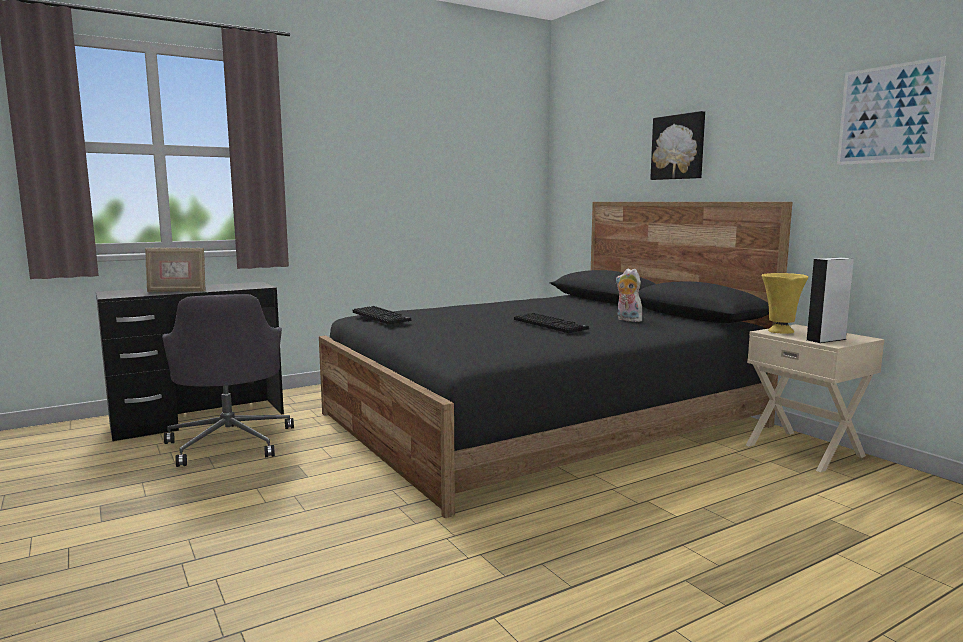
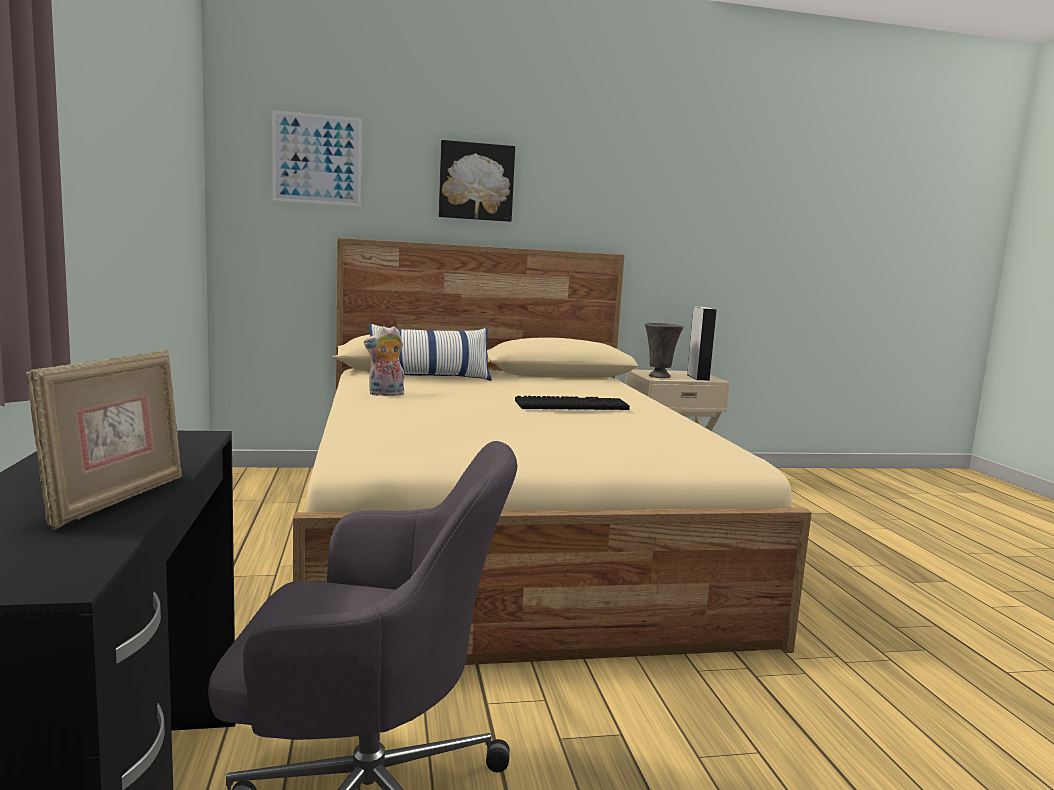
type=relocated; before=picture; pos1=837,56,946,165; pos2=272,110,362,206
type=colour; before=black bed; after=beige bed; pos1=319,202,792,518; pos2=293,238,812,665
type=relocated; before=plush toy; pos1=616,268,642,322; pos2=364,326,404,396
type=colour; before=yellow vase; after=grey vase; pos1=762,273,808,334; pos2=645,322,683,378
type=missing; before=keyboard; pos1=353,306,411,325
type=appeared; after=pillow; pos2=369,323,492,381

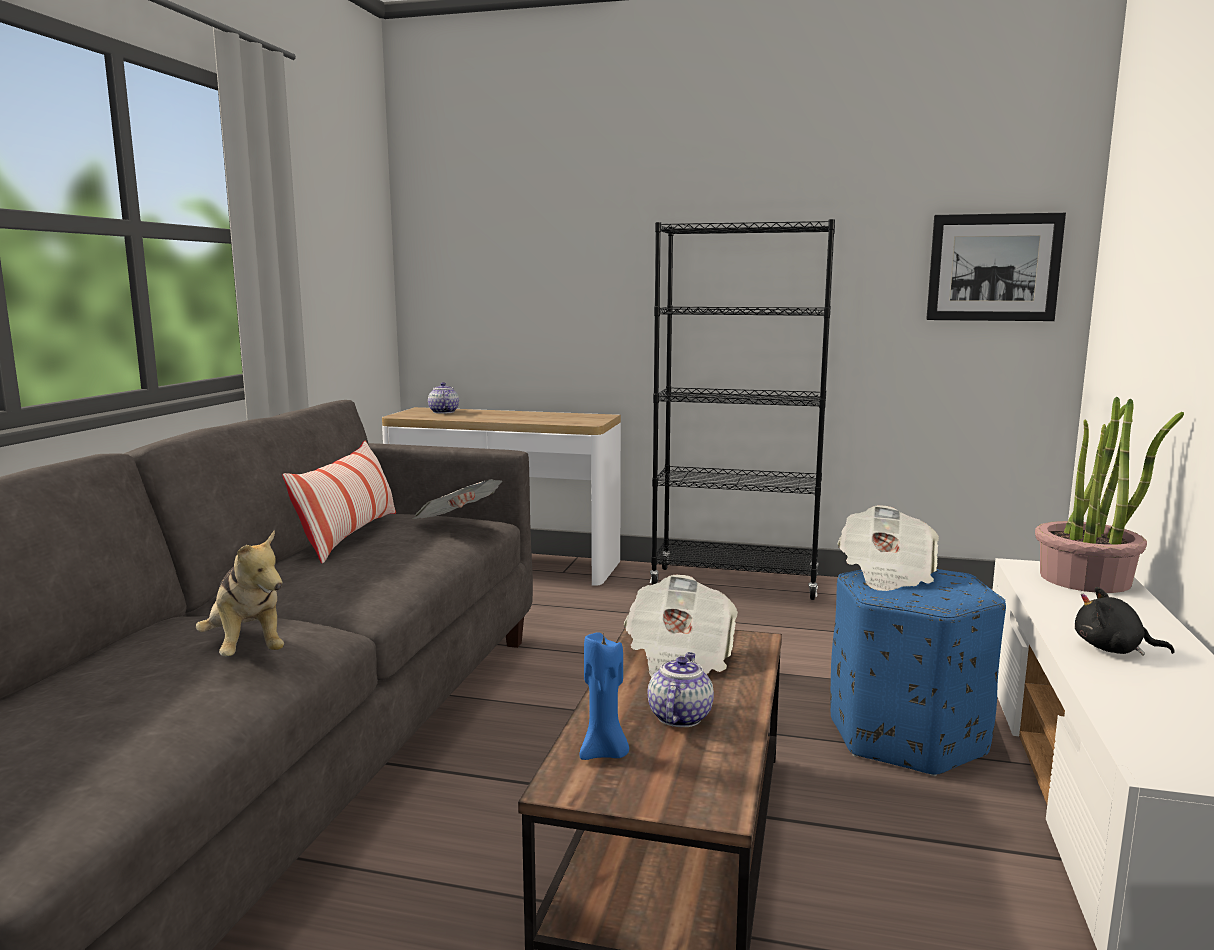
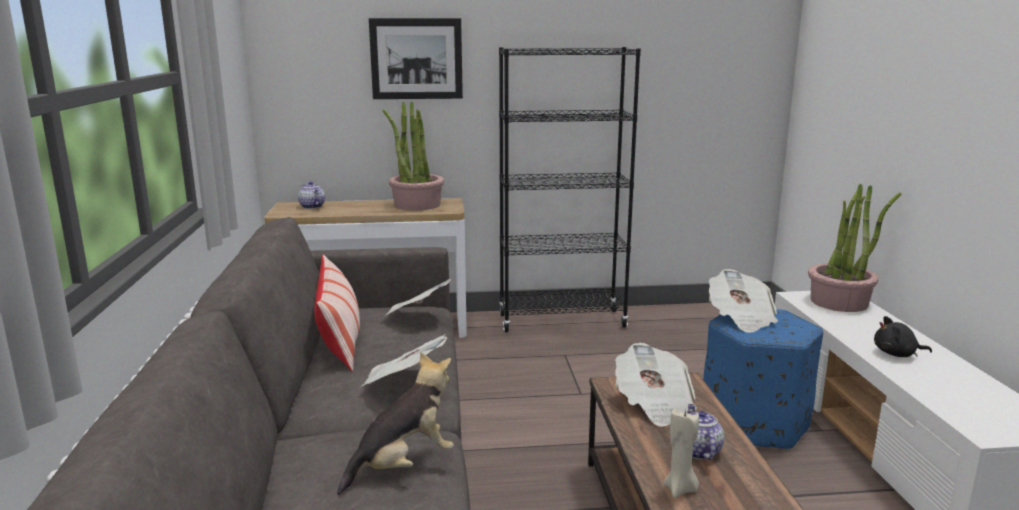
type=relocated; before=picture; pos1=926,213,1066,321; pos2=369,18,463,99
type=spun; before=plush toy; pos1=196,530,284,656; pos2=337,352,454,495; turn=-75
type=colour; before=blue candle; after=beige candle; pos1=580,632,629,760; pos2=664,409,699,498
type=appeared; after=potted plant; pos2=383,102,444,210
type=appeared; after=newspaper; pos2=362,334,447,386

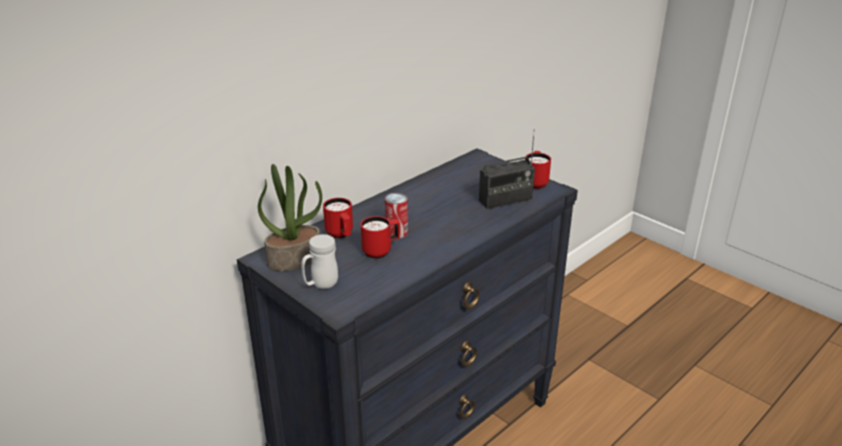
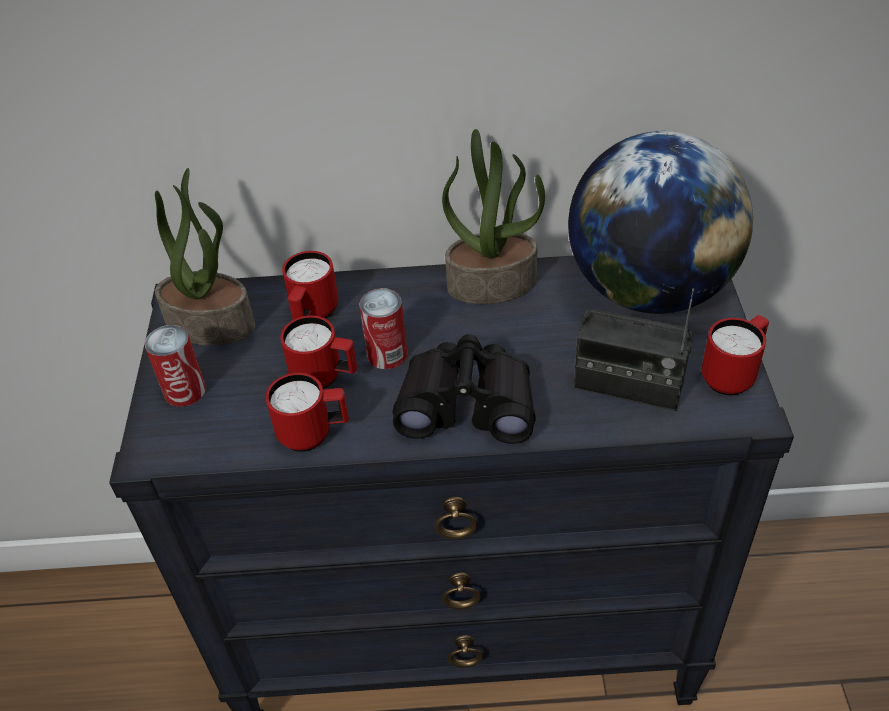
type=exchanged; before=white mug; after=can; pos1=301,234,338,289; pos2=145,325,206,407
type=appeared; after=potted plant; pos2=442,129,545,304
type=appeared; after=globe; pos2=568,131,753,314
type=appeared; after=black binoculars; pos2=393,334,536,444
type=appeared; after=red mug; pos2=265,373,349,452

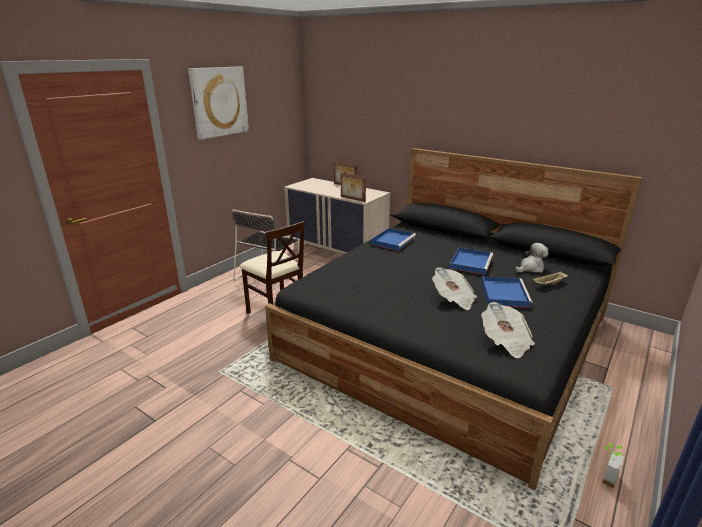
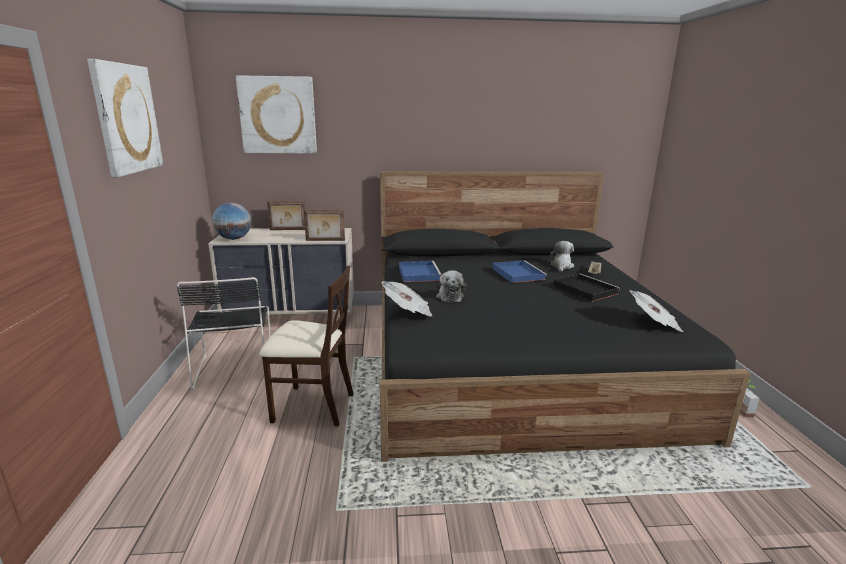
type=relocated; before=newspaper; pos1=432,267,477,310; pos2=382,281,432,316
type=colour; before=blue tray; after=black tray; pos1=482,276,533,308; pos2=553,274,620,302
type=appeared; after=picture; pos2=235,75,317,154
type=appeared; after=globe; pos2=212,203,251,240
type=appeared; after=plush toy; pos2=436,270,467,302

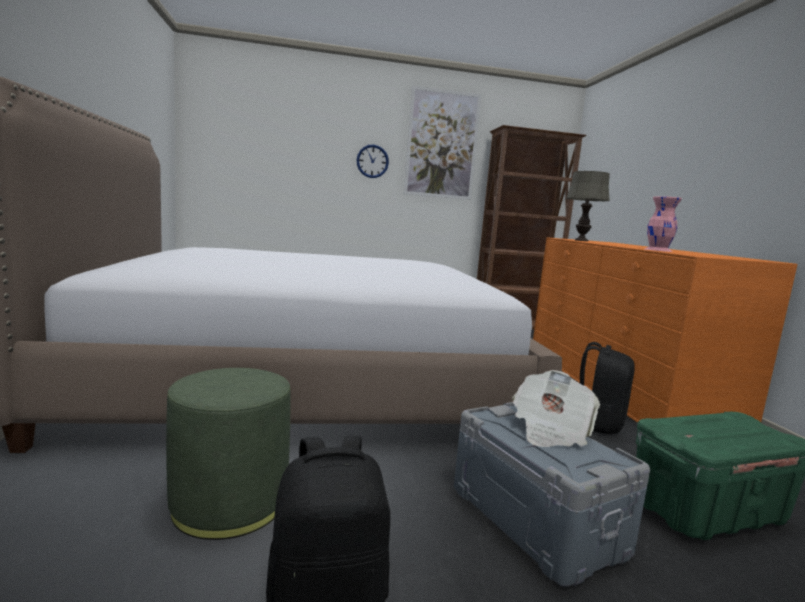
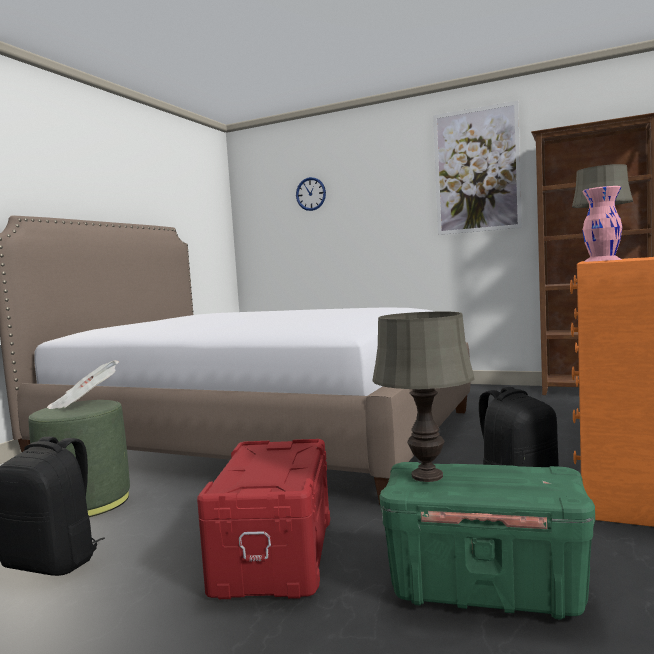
type=relocated; before=wall clock; pos1=357,145,389,178; pos2=296,177,326,211
type=relocated; before=newspaper; pos1=512,370,600,447; pos2=47,360,119,409
type=colour; before=grey storage box; after=red storage box; pos1=454,402,650,587; pos2=197,439,330,599
type=appeared; after=grey table lamp; pos2=372,311,474,482

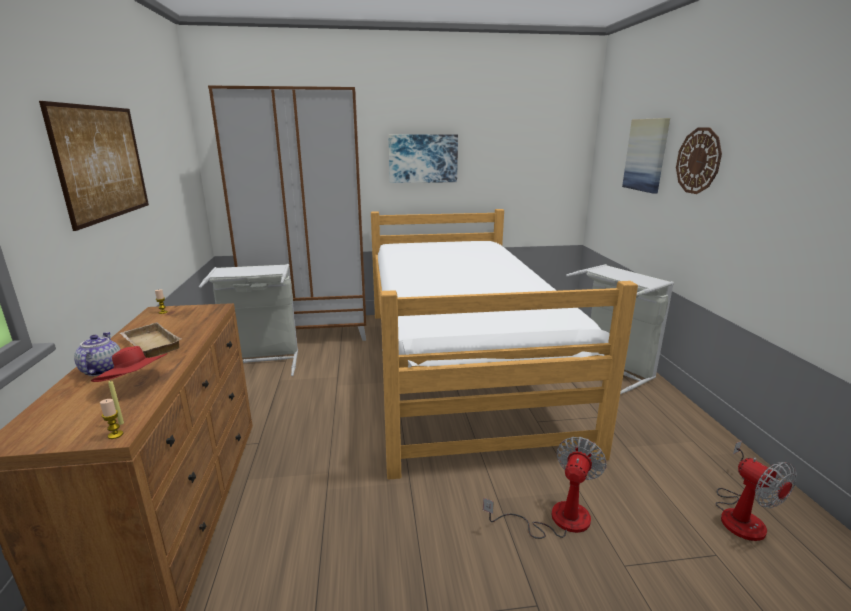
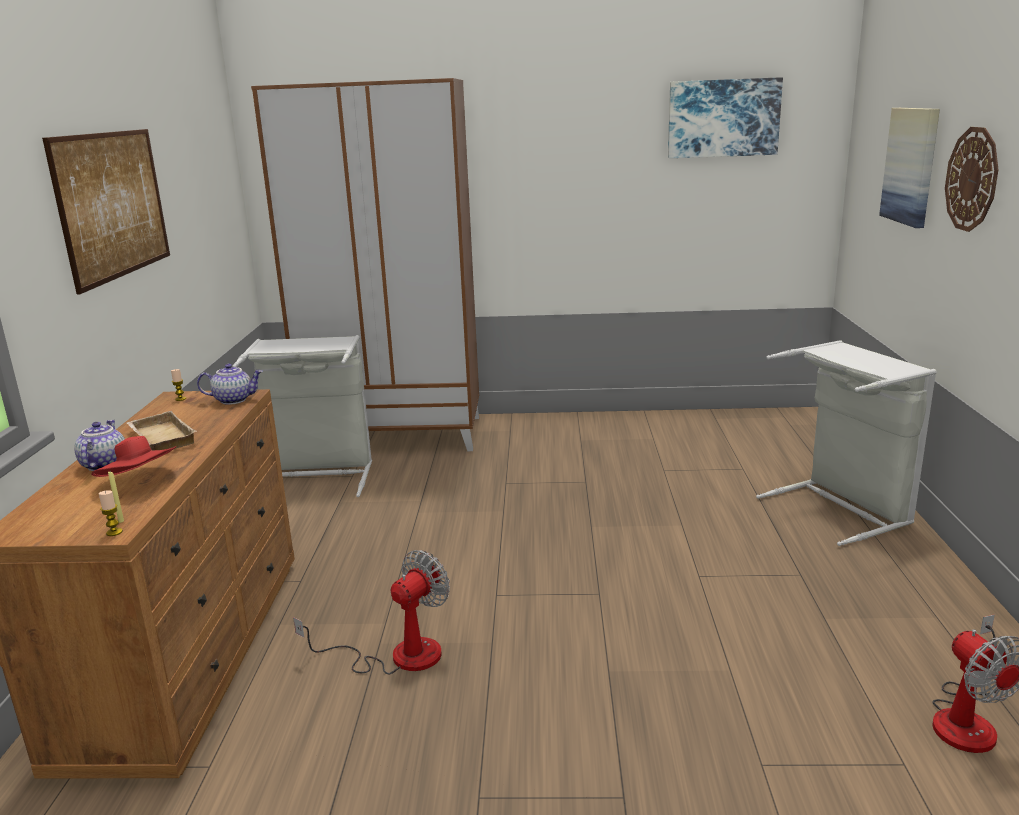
type=relocated; before=picture; pos1=388,134,458,183; pos2=668,77,783,158
type=missing; before=bed; pos1=371,209,638,480
type=relocated; before=fan; pos1=483,437,607,539; pos2=293,550,450,674
type=appeared; after=teapot; pos2=197,364,263,405

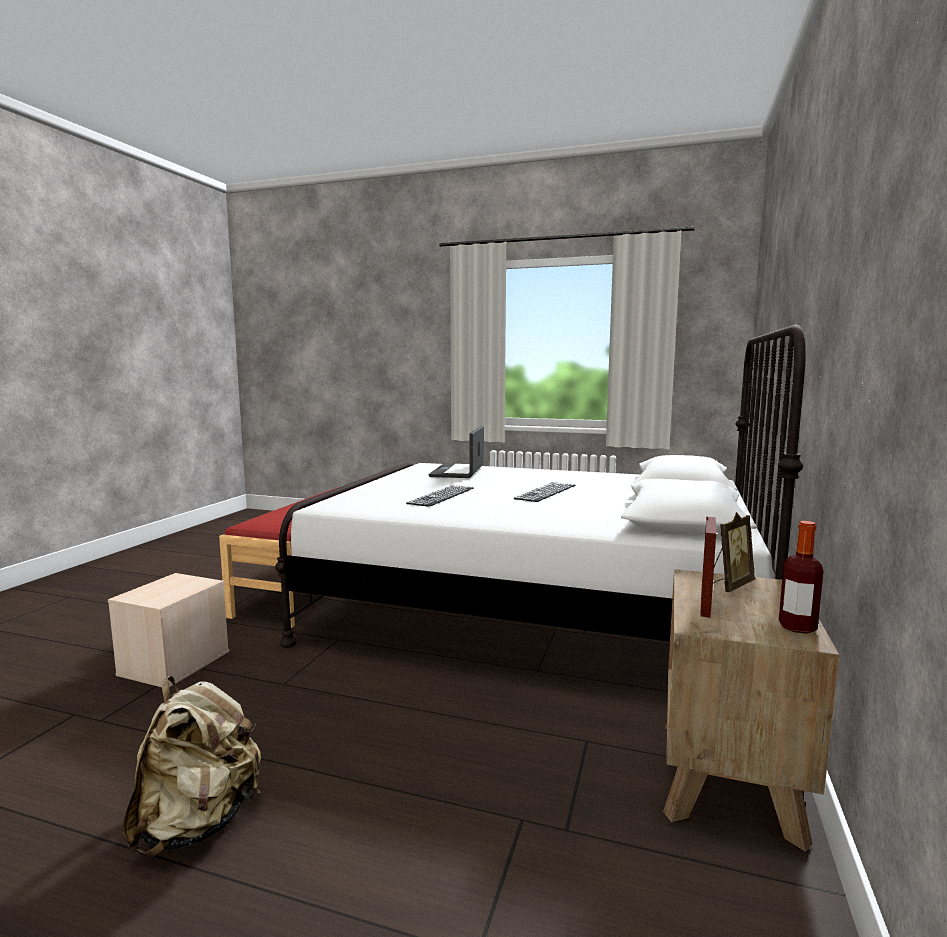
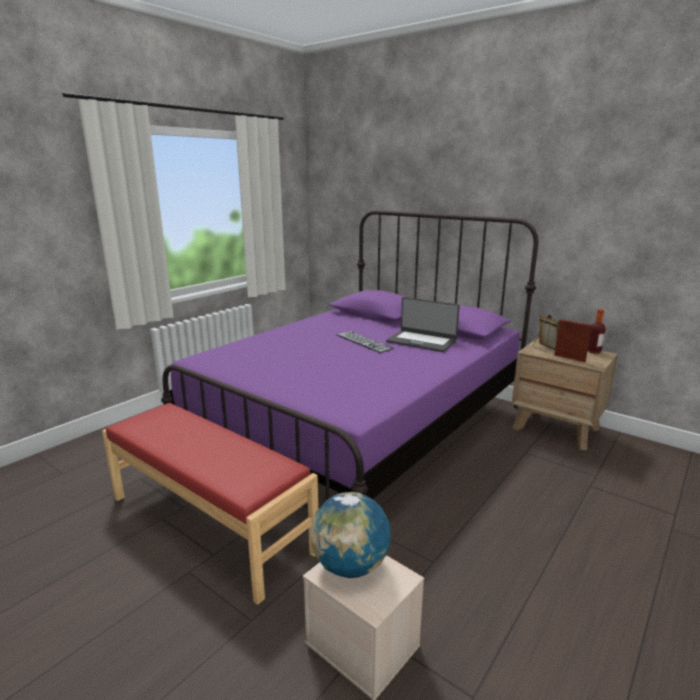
type=colour; before=white bed; after=purple bed; pos1=275,325,806,648; pos2=161,210,539,508
type=relocated; before=laptop; pos1=428,426,484,478; pos2=386,297,460,352
type=missing; before=keyboard; pos1=406,485,474,507
type=missing; before=beige backpack; pos1=122,676,261,857
type=appeared; after=globe; pos2=310,492,391,578

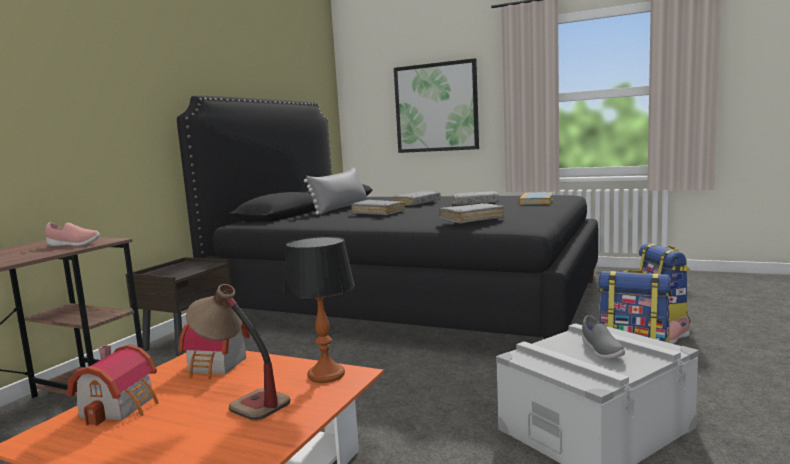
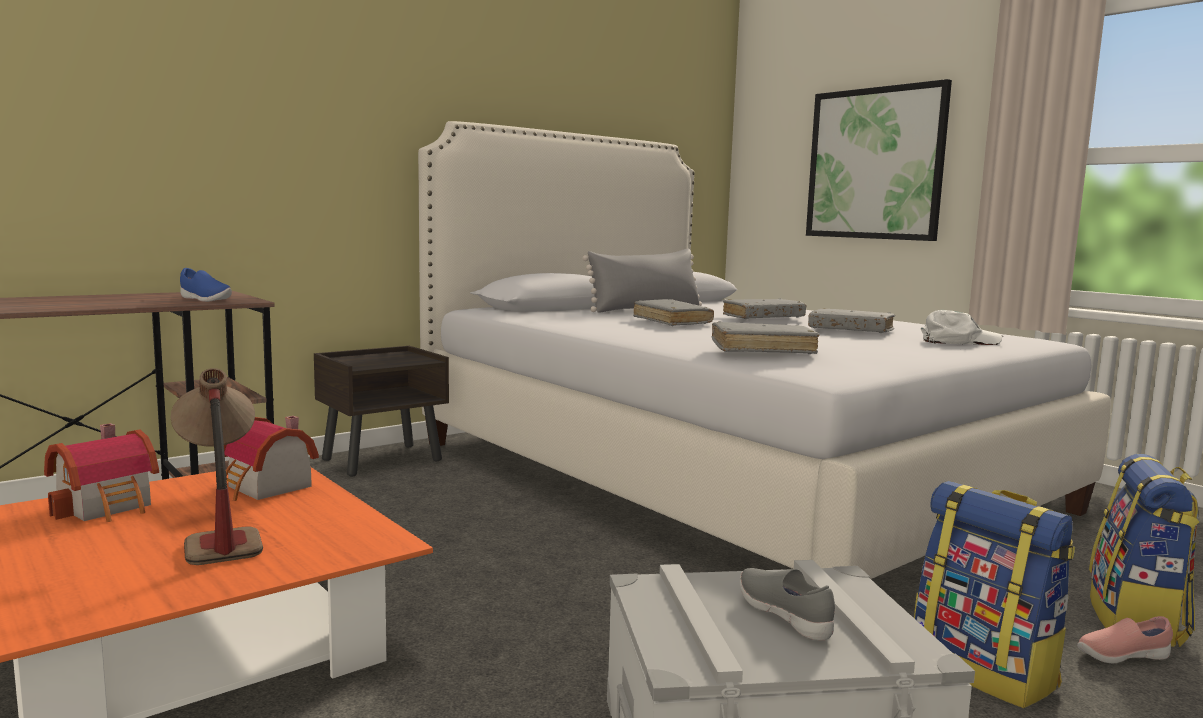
type=colour; before=black bed; after=white bed; pos1=177,96,598,339; pos2=418,121,1111,579
type=exchanged; before=book; after=white cap; pos1=519,192,553,205; pos2=921,310,1003,345
type=colour; before=pink shoe; after=blue shoe; pos1=45,222,100,246; pos2=180,268,232,302
type=missing; before=table lamp; pos1=283,236,355,383
type=spun; before=grey shoe; pos1=582,315,625,359; pos2=740,568,835,640; turn=135

